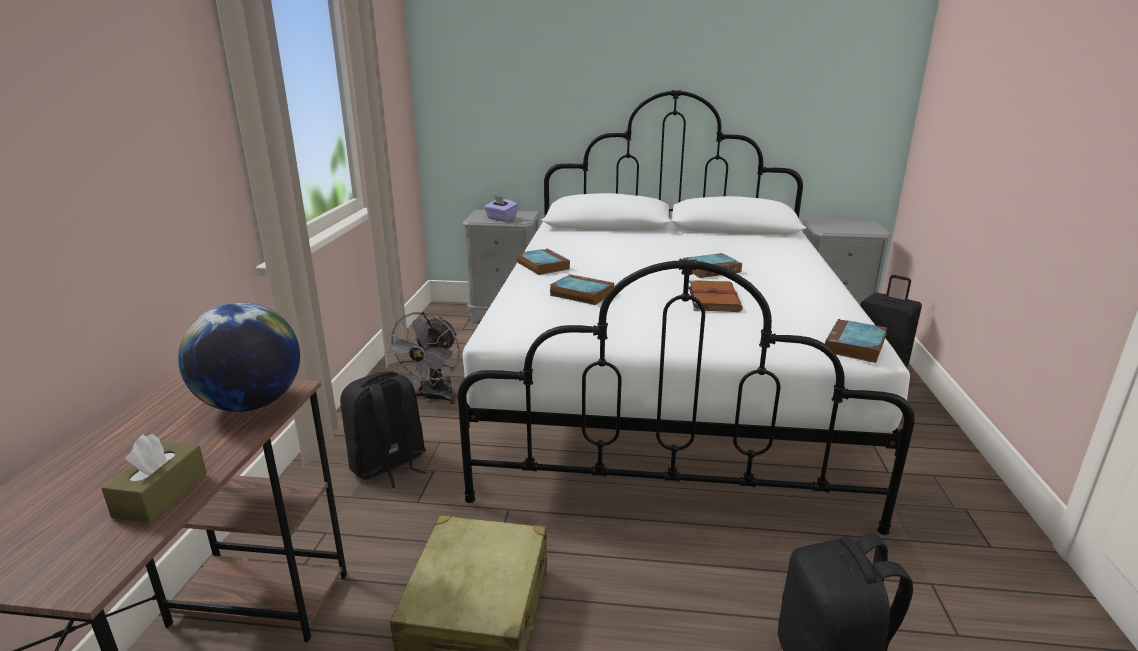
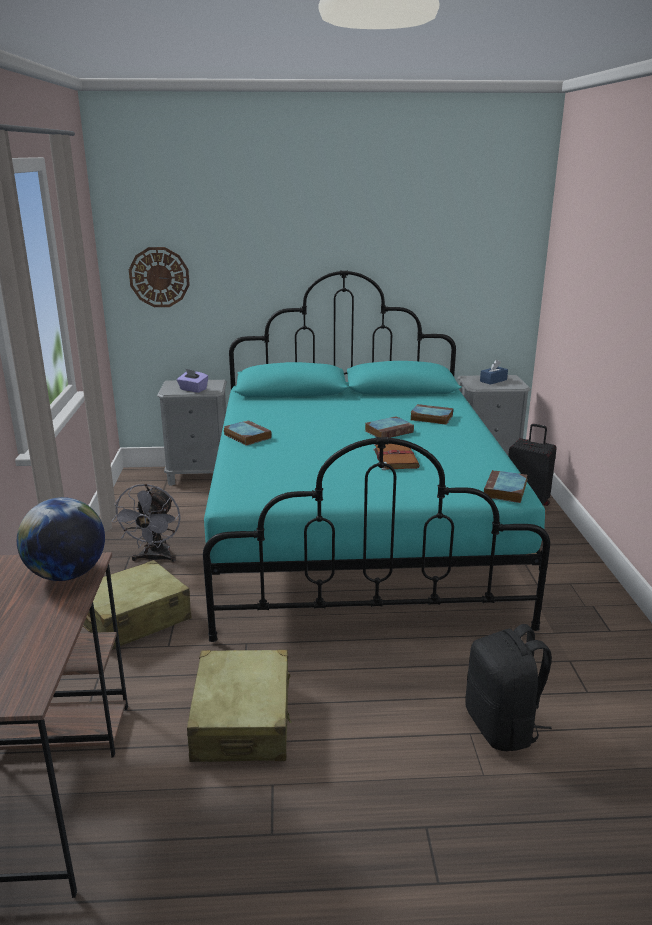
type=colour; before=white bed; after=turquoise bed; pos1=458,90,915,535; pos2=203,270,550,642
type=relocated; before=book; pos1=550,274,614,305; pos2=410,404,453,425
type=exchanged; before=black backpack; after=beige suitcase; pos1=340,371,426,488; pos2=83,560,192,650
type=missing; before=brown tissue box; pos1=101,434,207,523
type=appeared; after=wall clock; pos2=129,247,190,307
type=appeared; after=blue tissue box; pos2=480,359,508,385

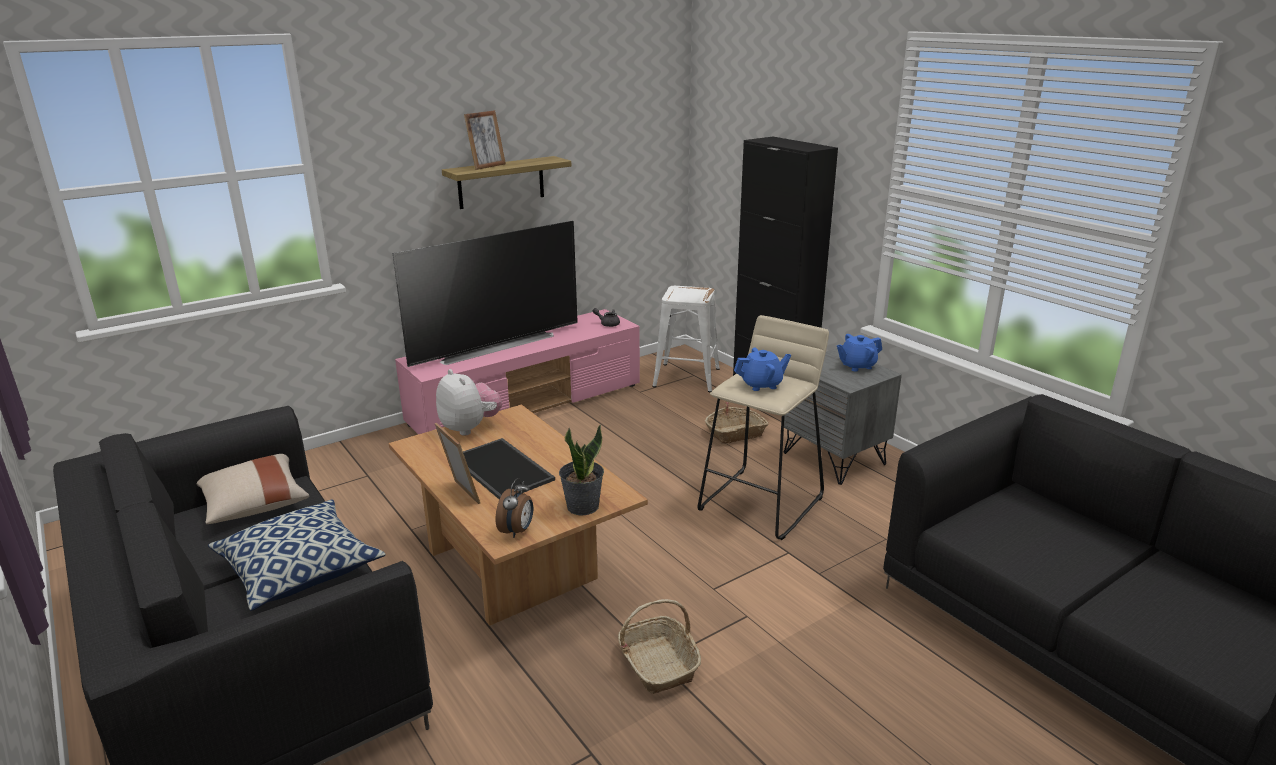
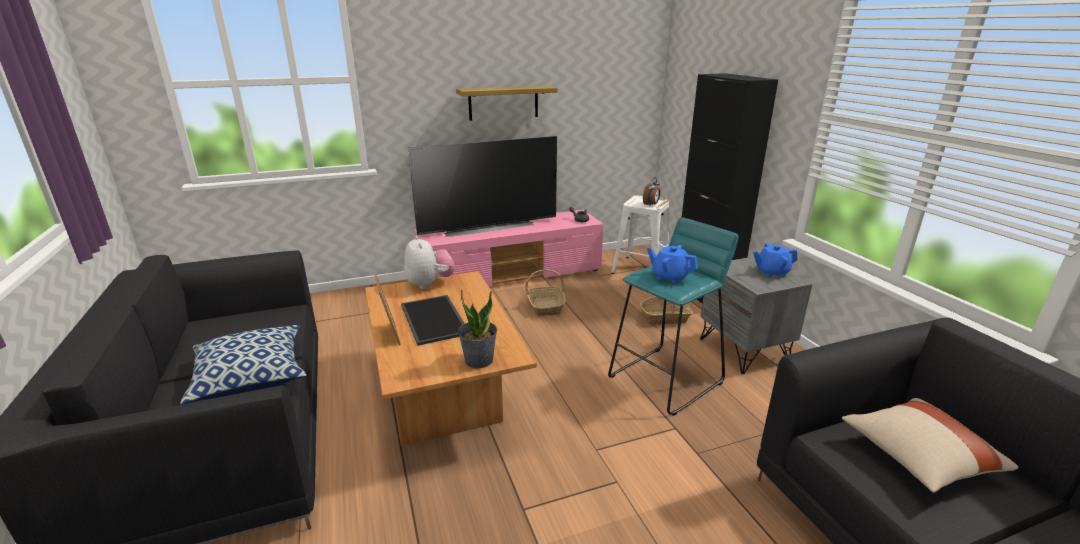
type=missing; before=picture frame; pos1=464,110,506,170
type=colour; before=beige stool; after=turquoise stool; pos1=698,315,829,540; pos2=608,217,739,416
type=spun; before=blue teapot; pos1=734,348,791,391; pos2=647,245,698,283; turn=-150
type=relocated; before=beige pillow; pos1=197,454,309,524; pos2=842,398,1019,493
type=relocated; before=alarm clock; pos1=496,478,533,538; pos2=643,177,660,206
type=relocated; before=basket; pos1=618,599,701,694; pos2=525,269,566,316

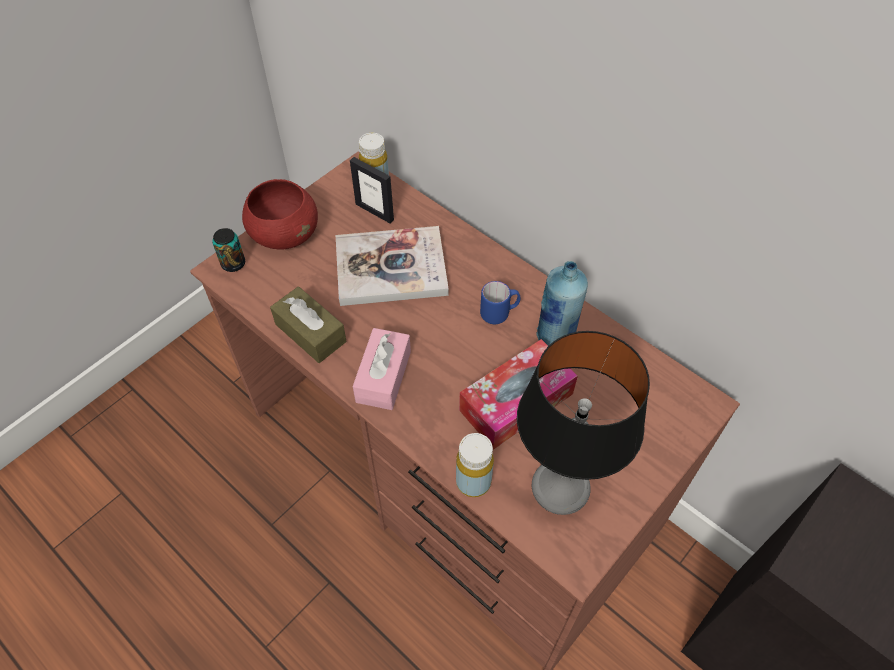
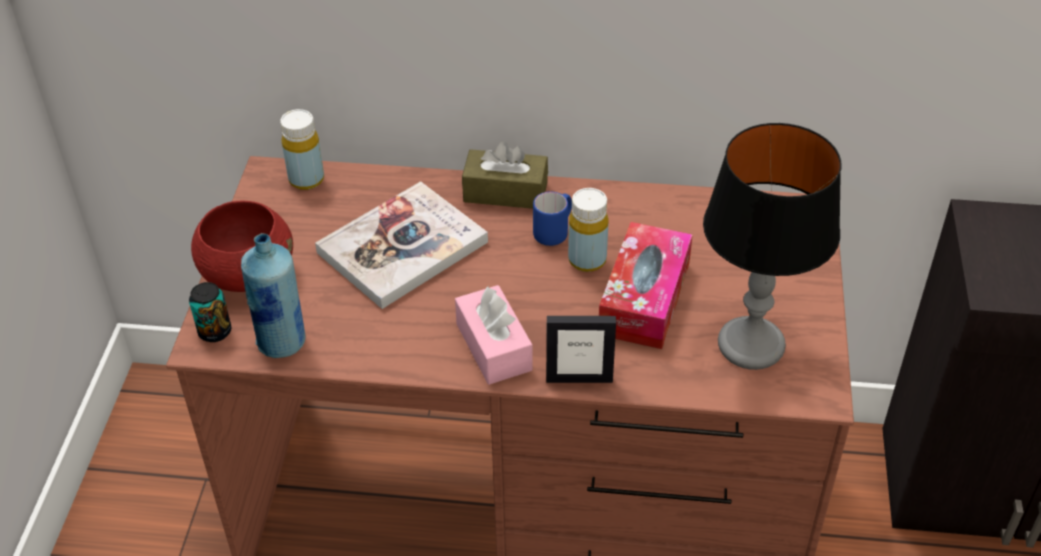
type=relocated; before=picture frame; pos1=350,157,394,223; pos2=546,316,616,383
type=relocated; before=blue bottle; pos1=536,261,588,346; pos2=241,233,306,358
type=relocated; before=brown tissue box; pos1=270,287,346,363; pos2=462,141,548,209
type=relocated; before=yellow bottle; pos1=456,433,494,497; pos2=568,188,609,272

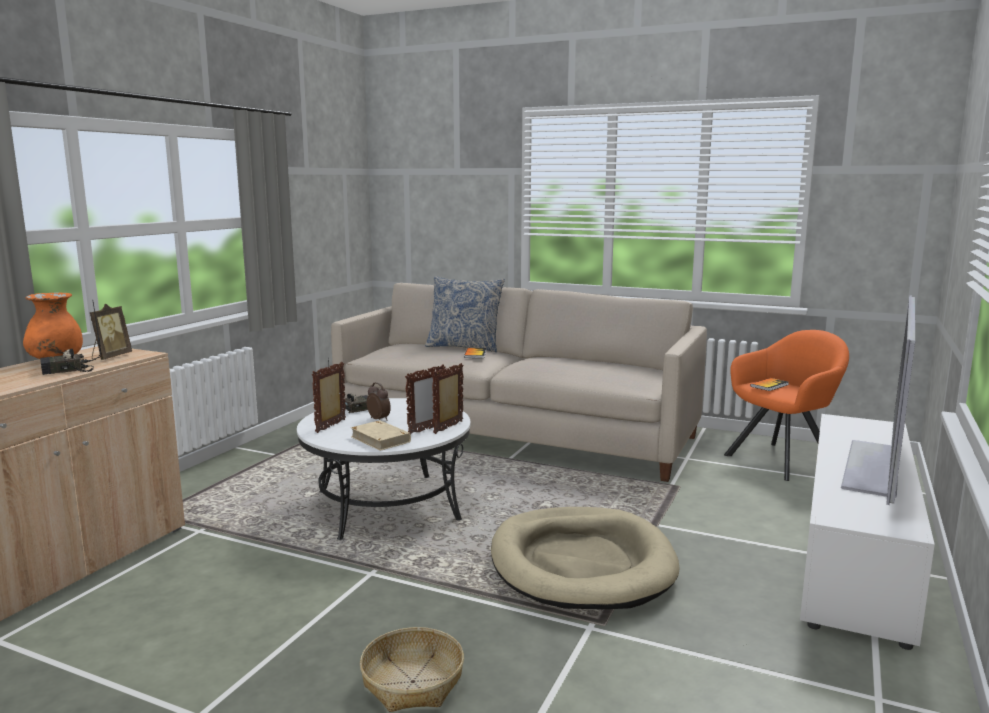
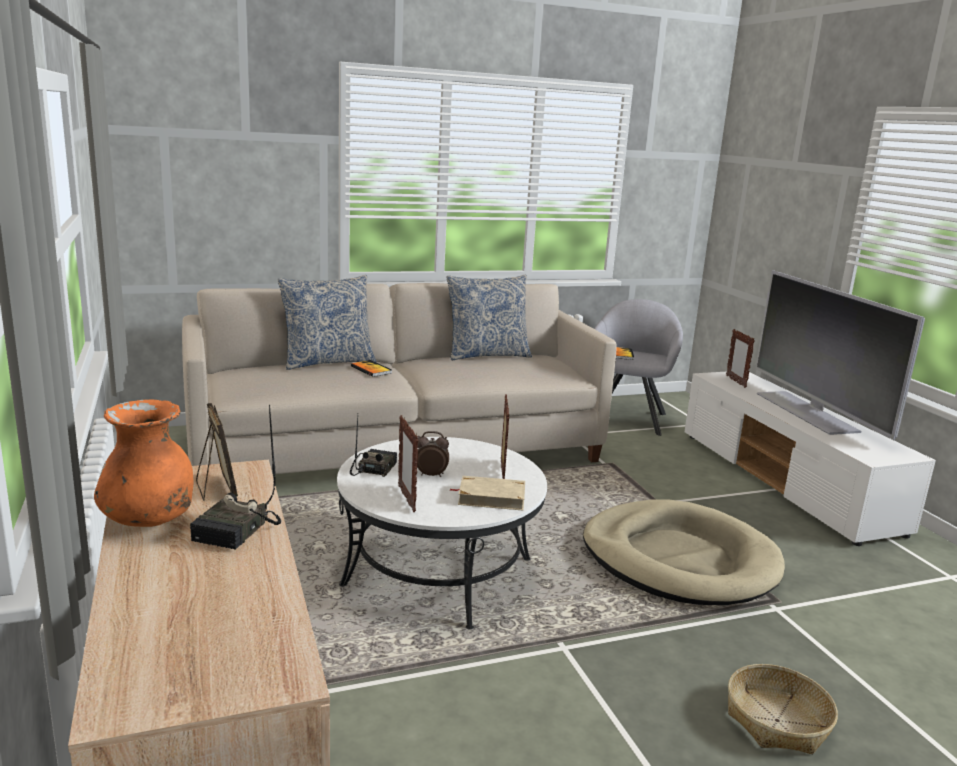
type=colour; before=orange armchair; after=grey armchair; pos1=724,330,849,481; pos2=594,299,683,436
type=relocated; before=picture frame; pos1=432,363,463,434; pos2=726,329,755,388
type=appeared; after=pillow; pos2=446,275,532,360

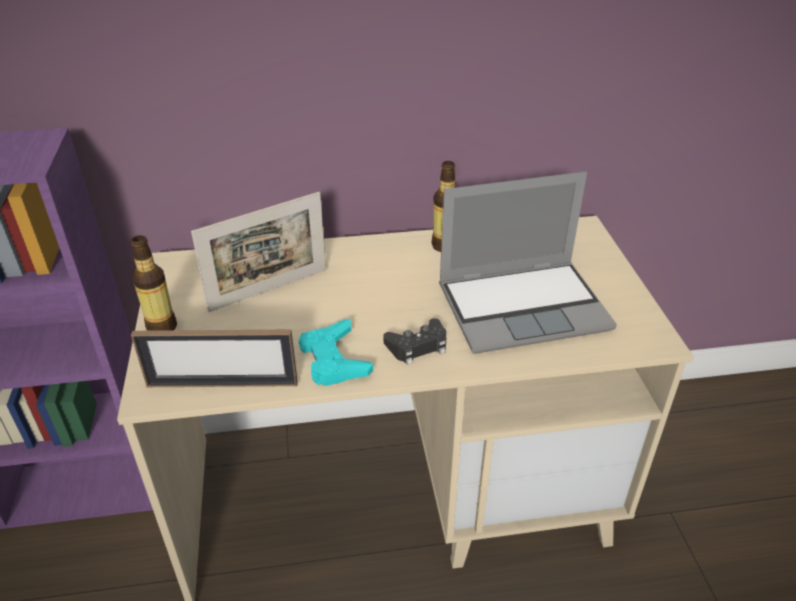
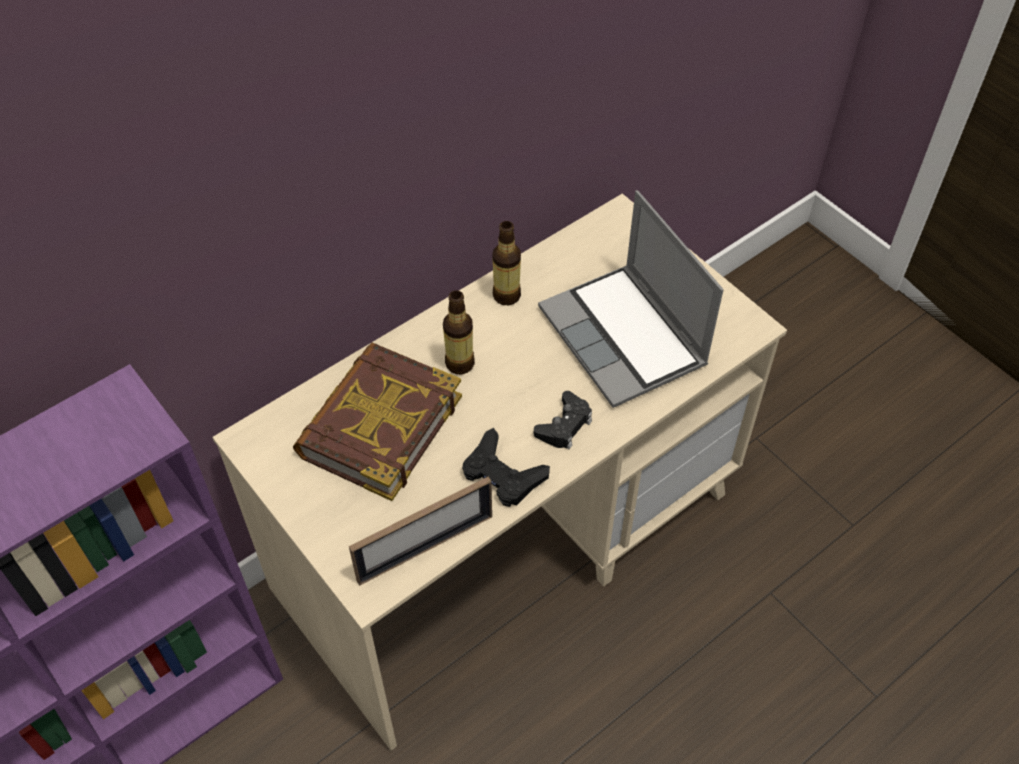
type=spun; before=laptop; pos1=439,172,617,354; pos2=538,190,724,408; turn=105
type=exchanged; before=picture frame; after=book; pos1=191,192,326,312; pos2=293,342,462,501
type=relocated; before=bottle; pos1=131,235,177,331; pos2=443,290,475,374
type=colour; before=turquoise game controller; after=black game controller; pos1=299,319,373,386; pos2=462,428,550,507

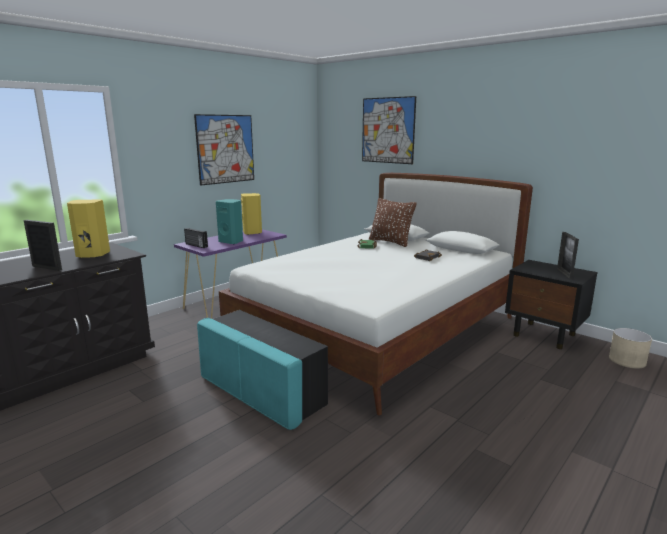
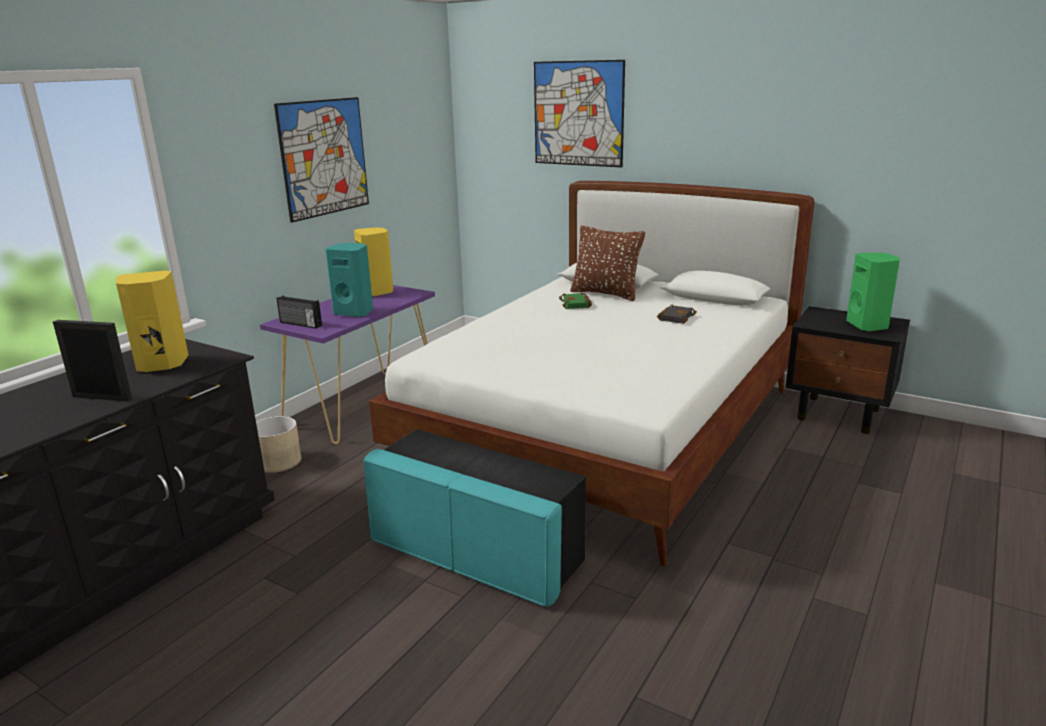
type=exchanged; before=picture frame; after=green speaker; pos1=557,232,579,279; pos2=846,253,900,332
type=relocated; before=beige planter; pos1=609,328,652,368; pos2=256,416,301,473

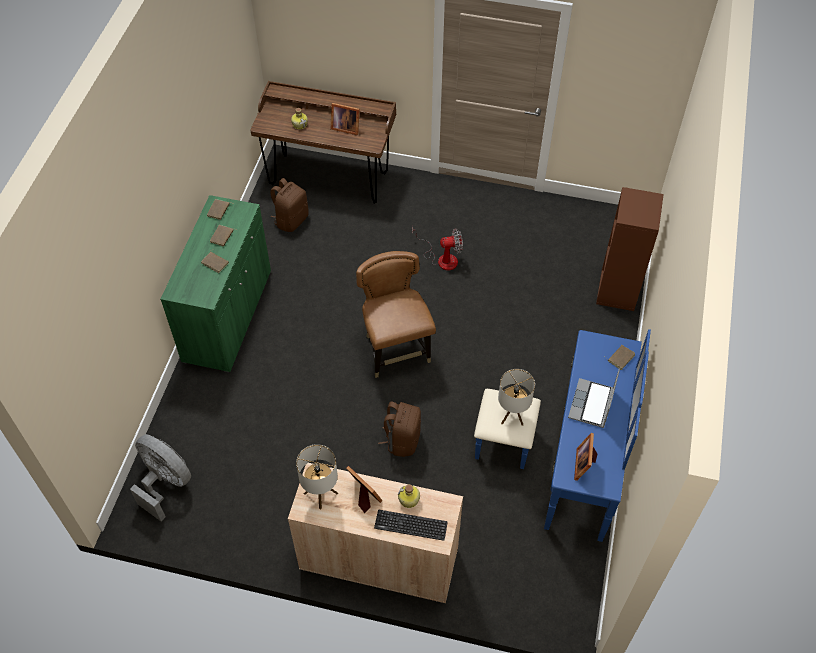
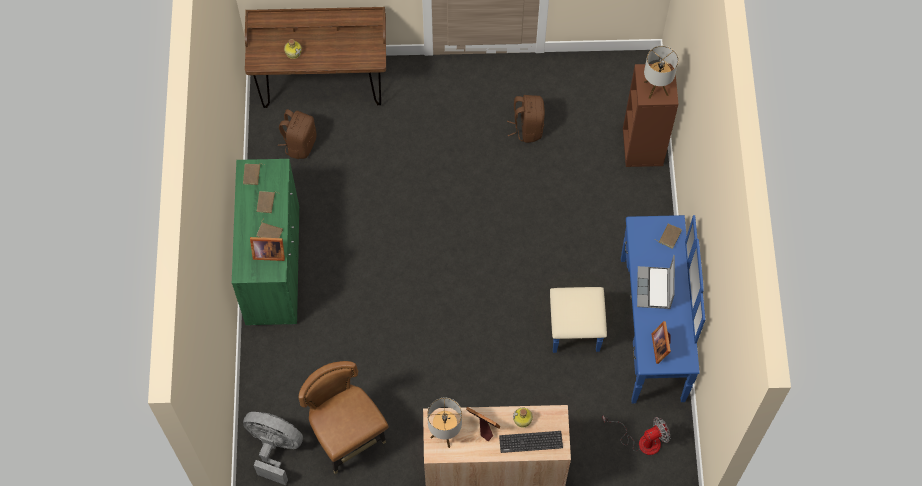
type=relocated; before=picture frame; pos1=331,103,360,135; pos2=250,237,285,261
type=relocated; before=fan; pos1=412,227,463,271; pos2=602,415,670,455
type=relocated; before=brown chair; pos1=356,251,436,378; pos2=299,361,388,474
type=relocated; before=table lamp; pos1=498,369,535,426; pos2=644,46,679,99
type=relocated; before=brown backpack; pos1=378,402,421,457; pos2=507,95,545,143

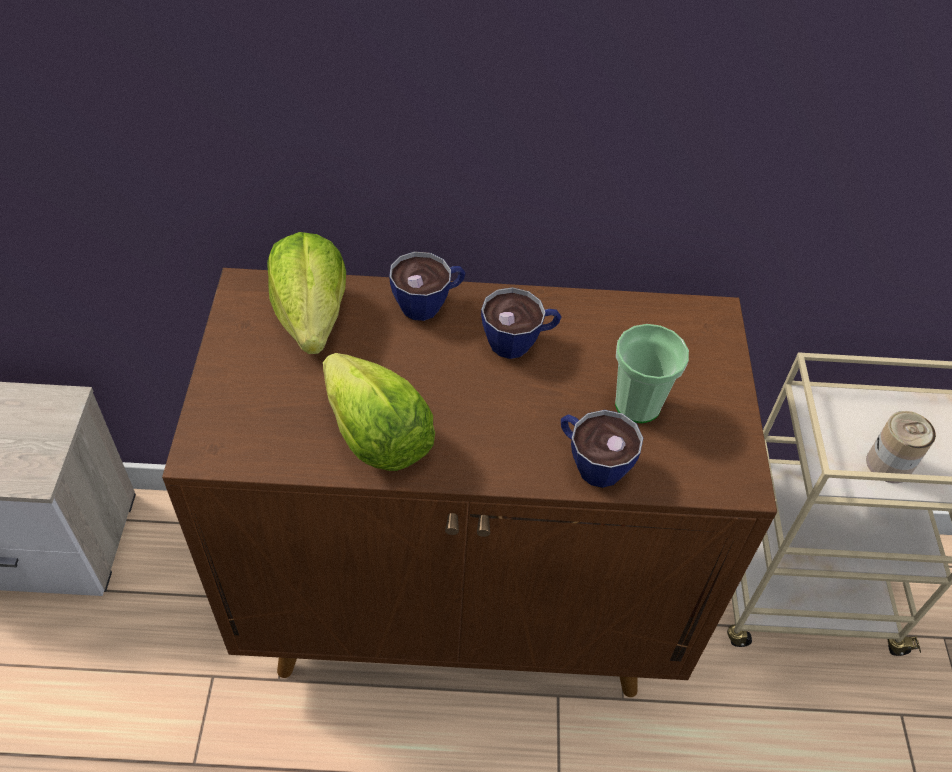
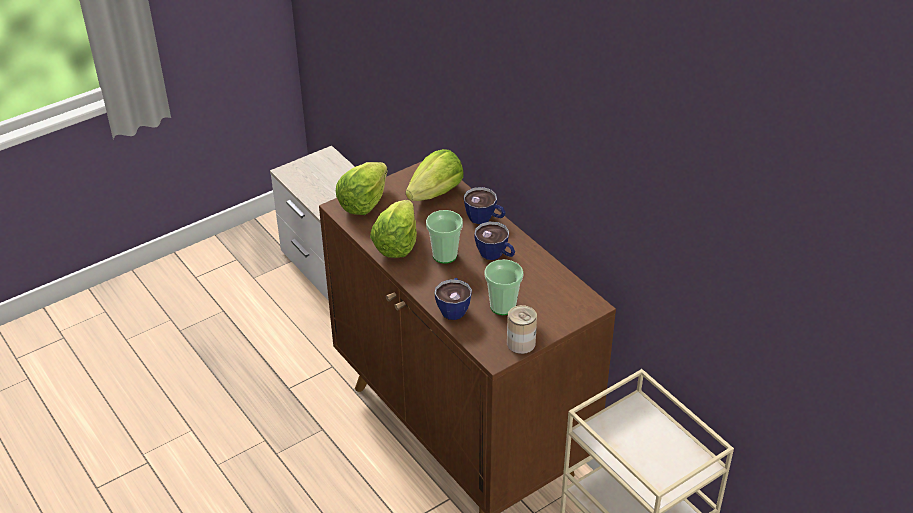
type=relocated; before=can; pos1=866,411,936,483; pos2=507,305,537,354
type=appeared; after=lettuce; pos2=336,162,388,215
type=appeared; after=cup; pos2=426,210,463,264

